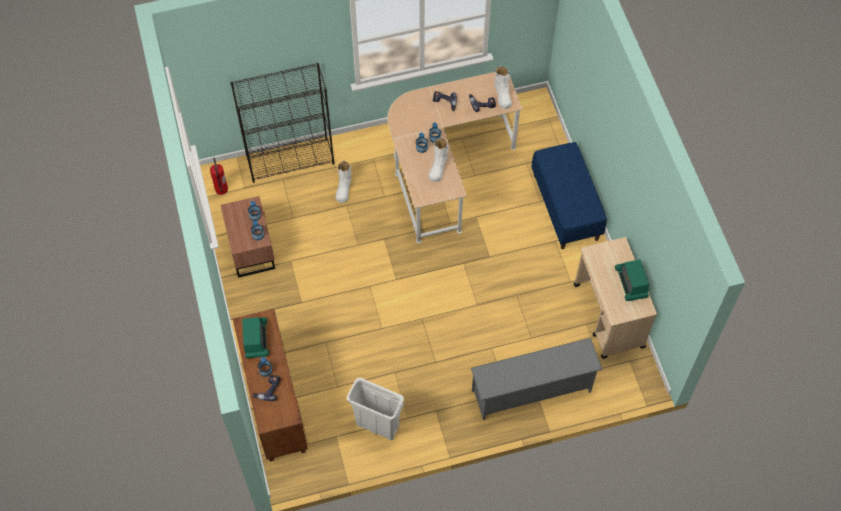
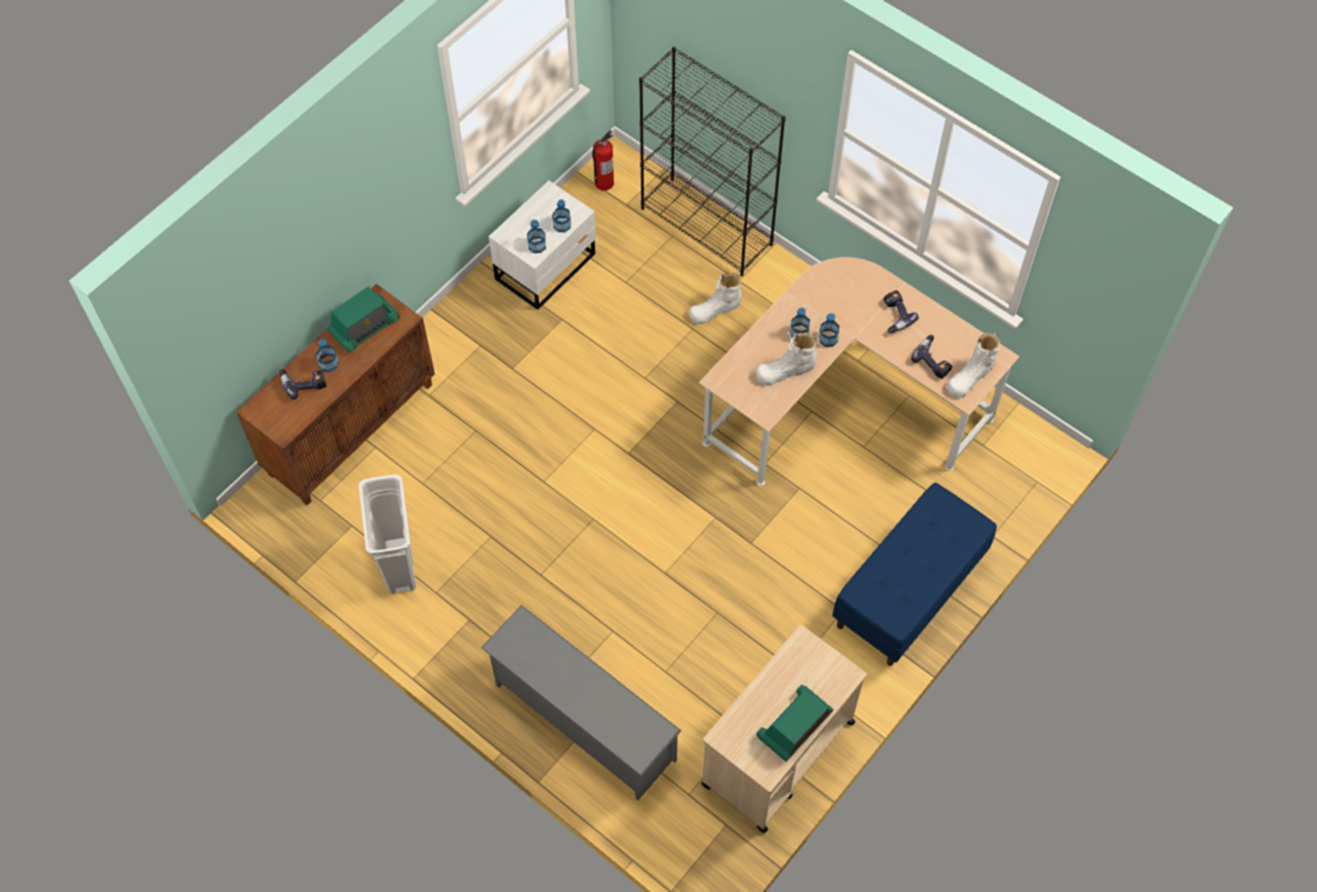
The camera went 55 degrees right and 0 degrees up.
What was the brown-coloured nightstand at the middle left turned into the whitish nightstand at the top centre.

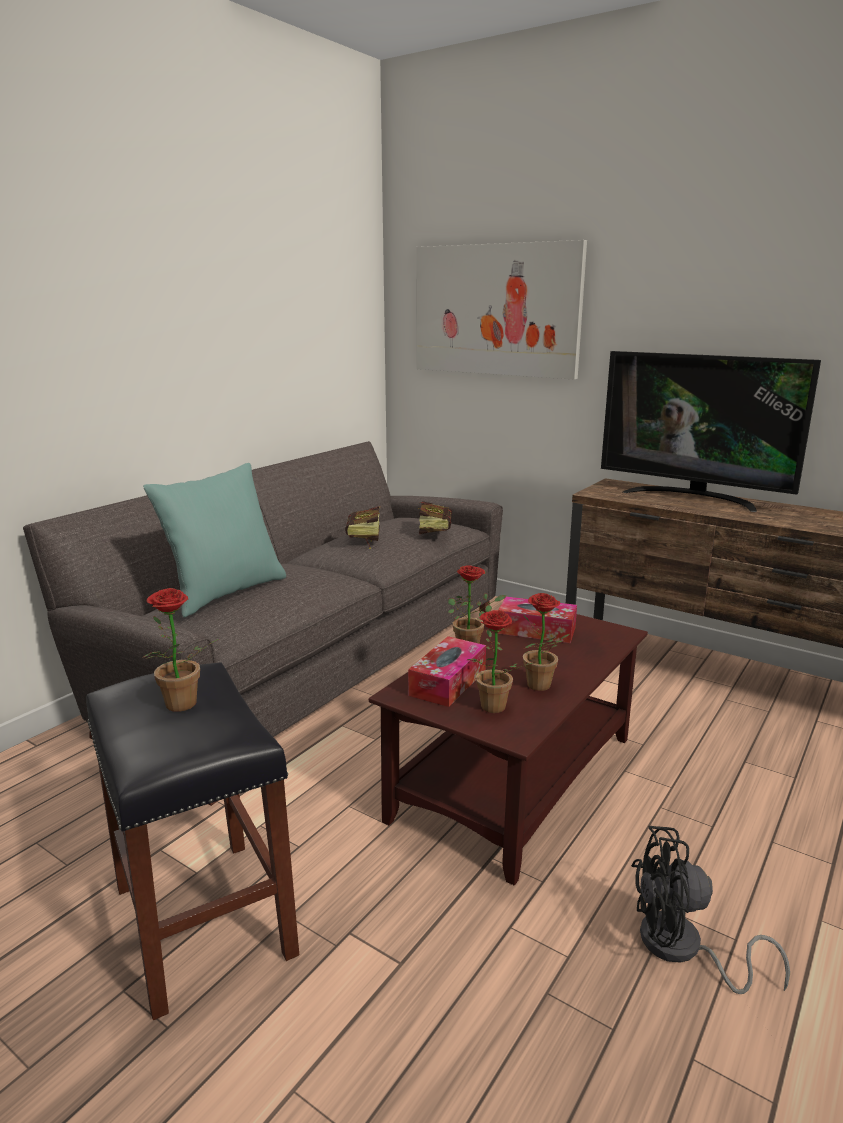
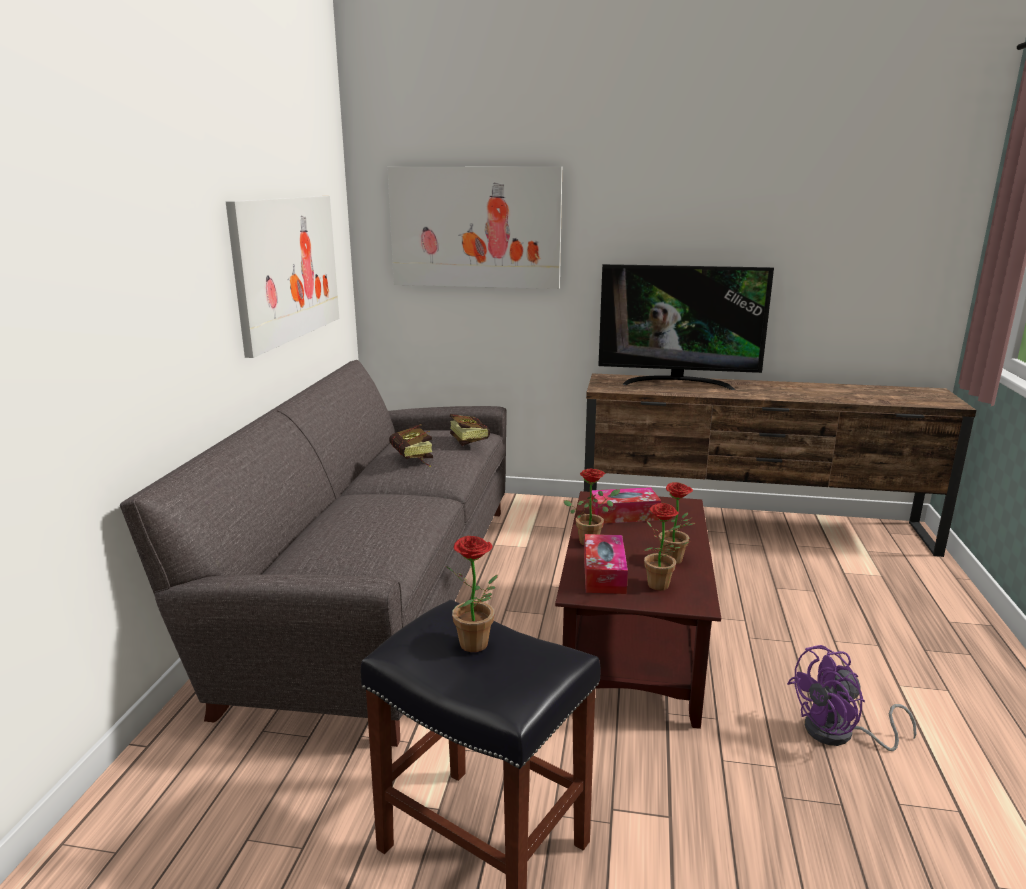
The camera went 25 degrees left and 0 degrees up.
The second view lost the turquoise cushion at the middle left.
What was the black-coloured cooling fan at the bottom right turned into the purple-coloured cooling fan at the bottom right.
The second view gained the wall picture (no. 1 from left) at the top left.

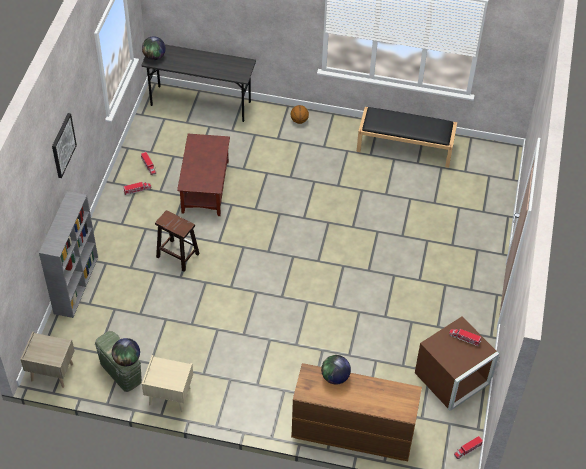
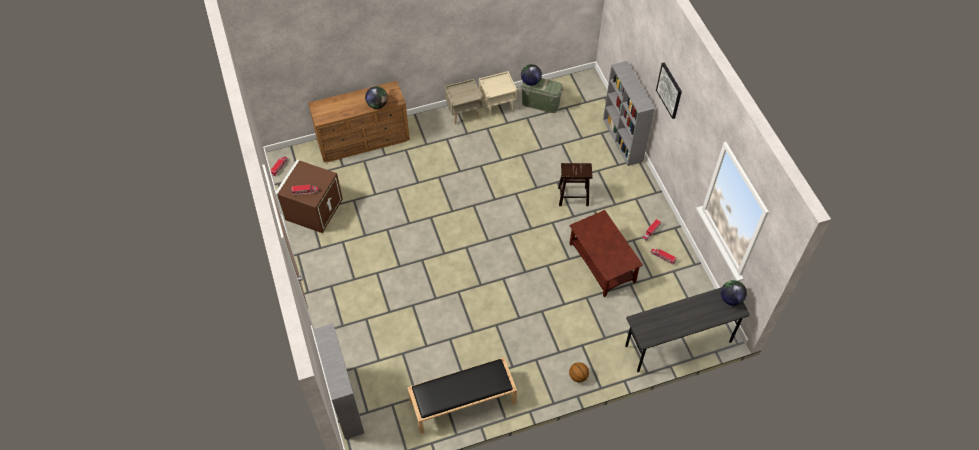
The camera went 150 degrees right and 5 degrees up.
The beige-coloured nightstand (no. 1 from left) ended up elsewhere, having gone from the bottom left to the top centre.
The second view gained the gray shelving unit (no. 1 from left) at the bottom centre.

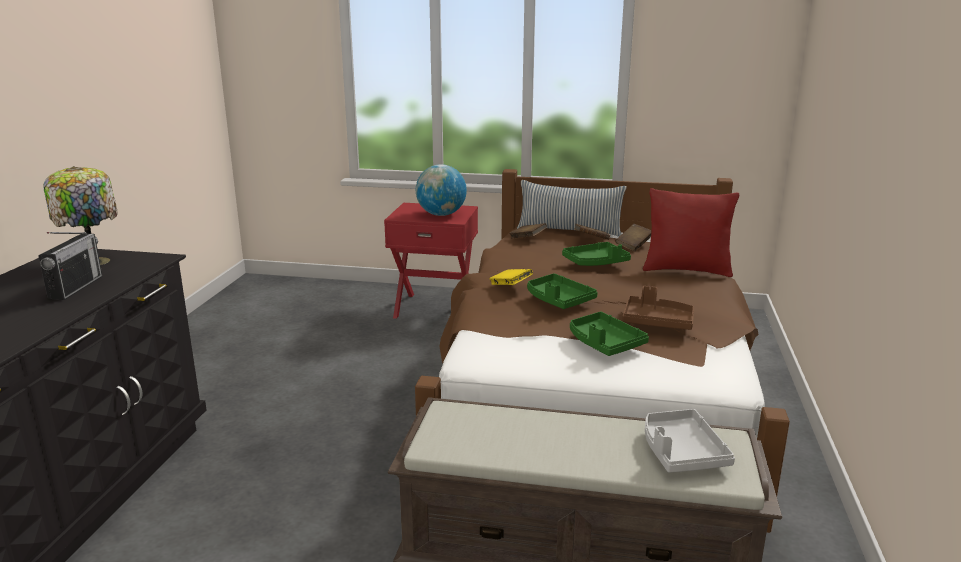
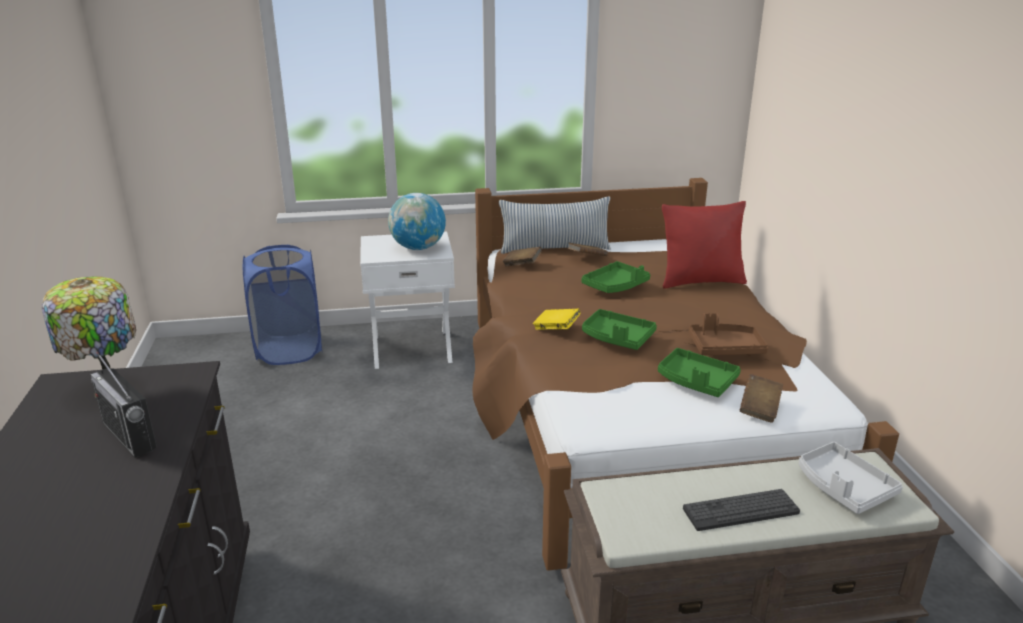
The camera went 20 degrees left and 5 degrees up.
What was the reddish nightstand at the centre turned into the whitish nightstand at the centre.
The brown-coloured book (no. 3 from left) ended up elsewhere, having gone from the centre to the middle right.
The radio set at the middle left ended up facing another way, 150 degrees clockwise from before.
The second view gained the blue-coloured washing basket at the middle left.
The second view gained the keyboard at the bottom right.

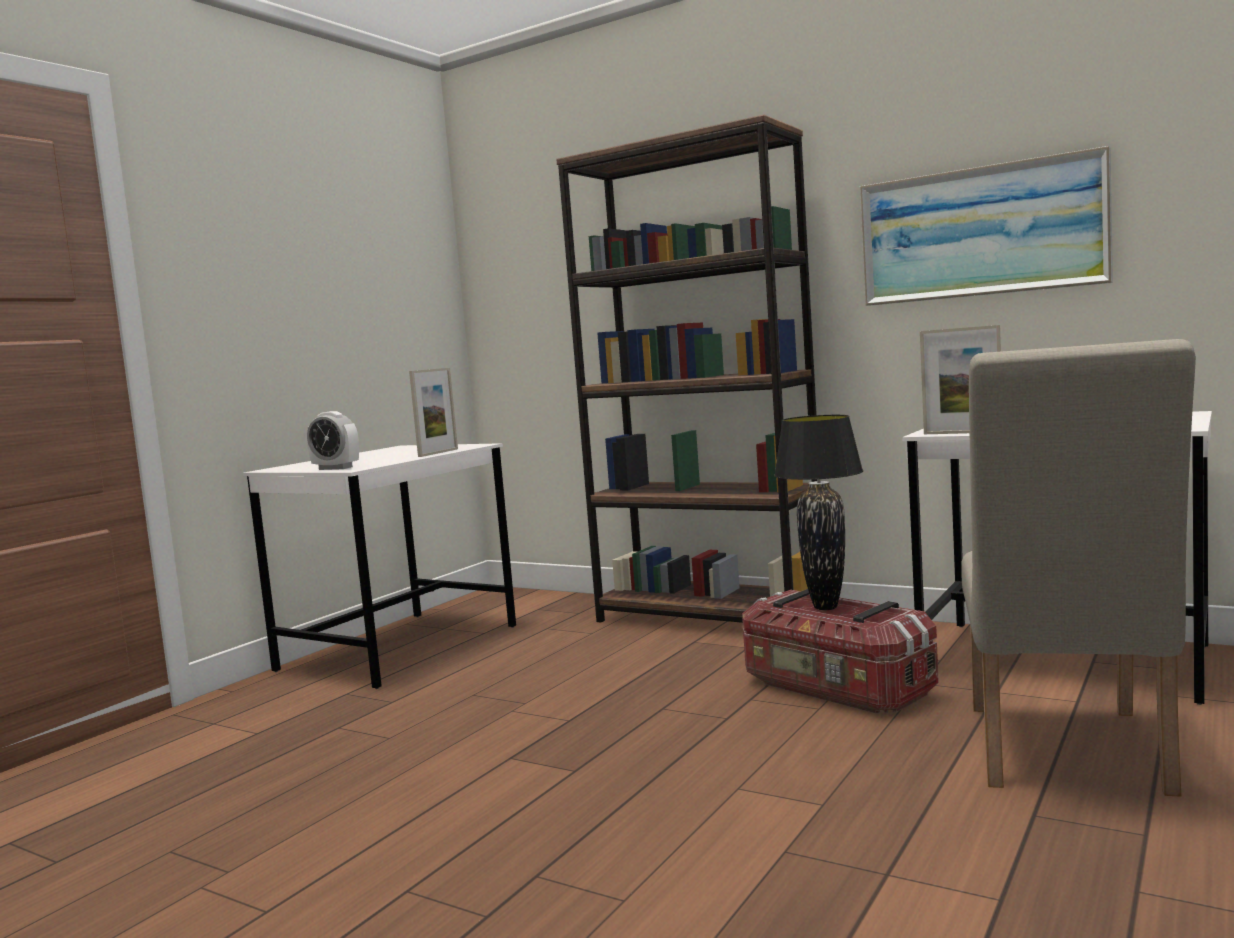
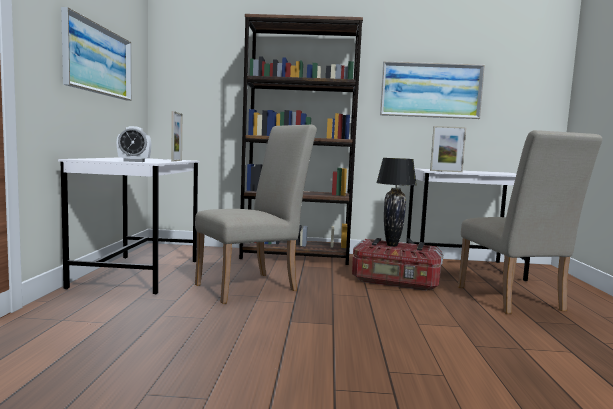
The camera went 30 degrees left and 0 degrees up.
The second view gained the wall picture (no. 1 from left) at the top left.
The second view gained the beige-coloured upright chair (no. 1 from left) at the centre.

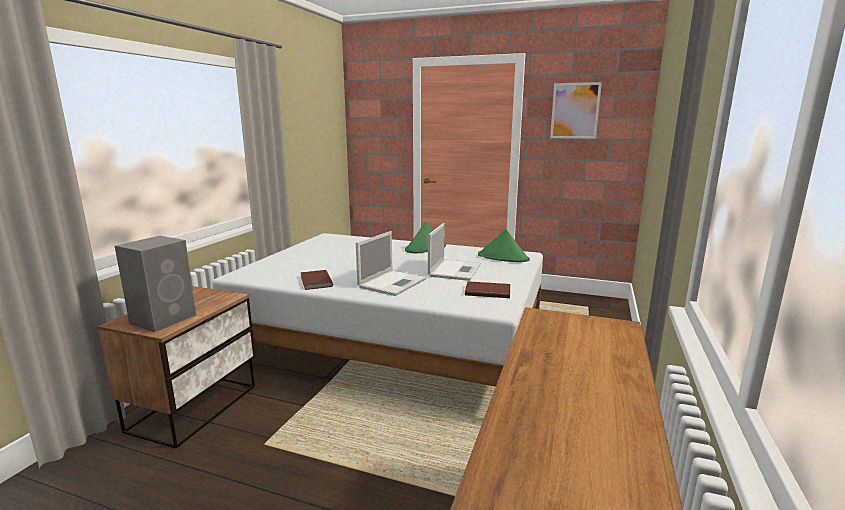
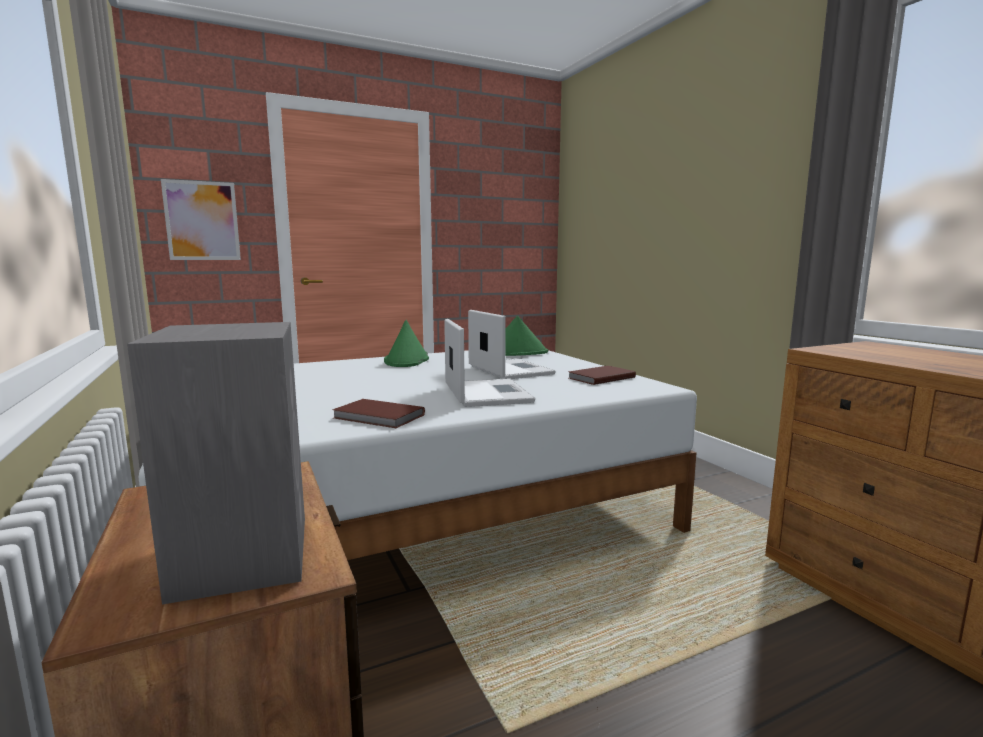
The camera went 45 degrees left and 5 degrees down.
The wall picture ended up elsewhere, having gone from the top right to the top left.

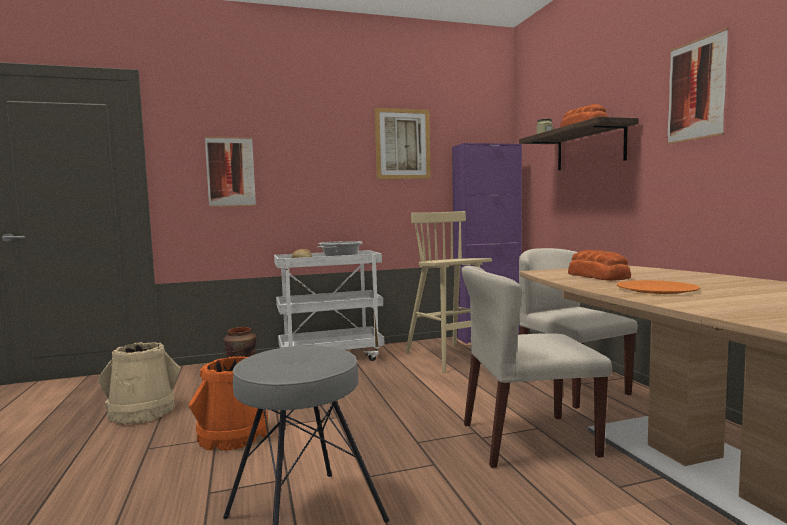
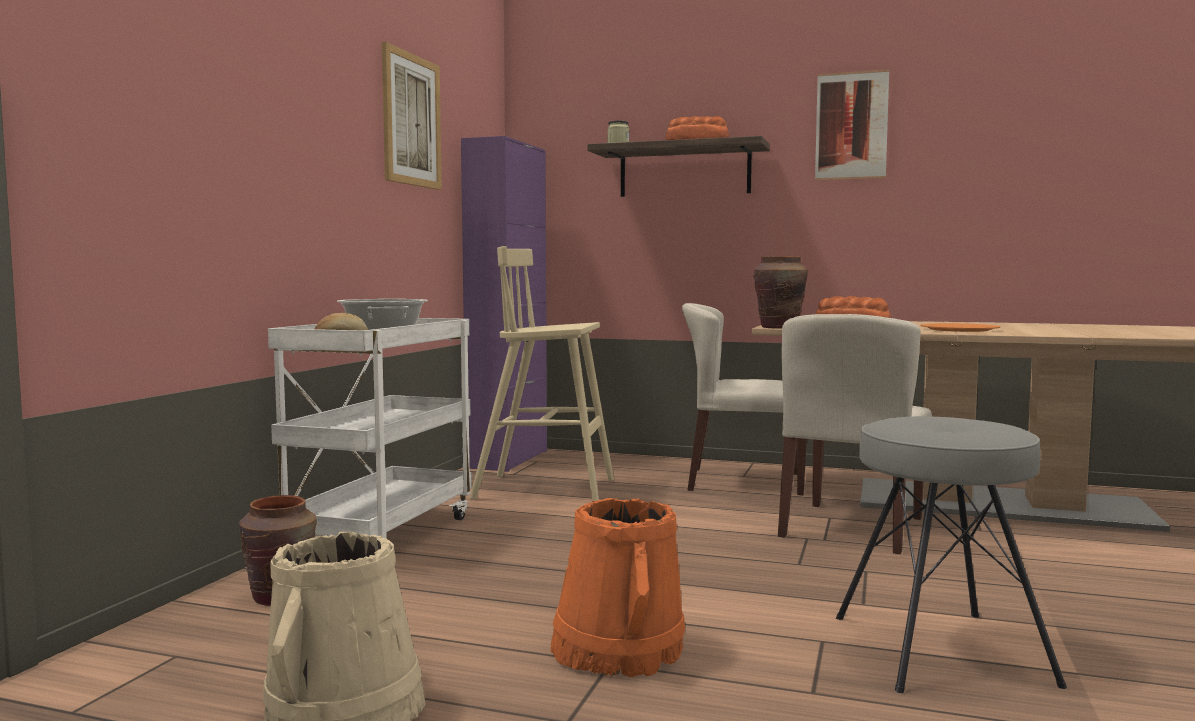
The camera went 55 degrees left and 0 degrees up.
The second view lost the wall picture (no. 1 from left) at the top left.
The second view gained the brown-coloured flower vase (no. 2 from left) at the centre.

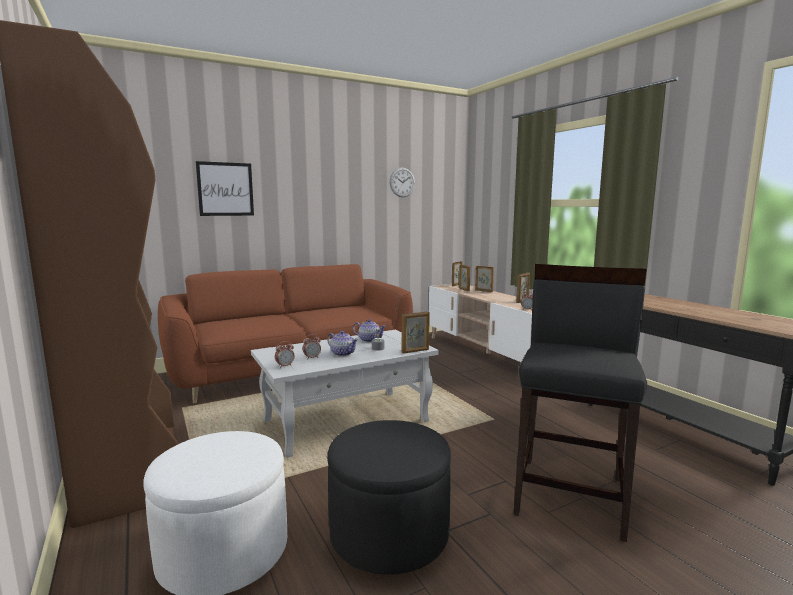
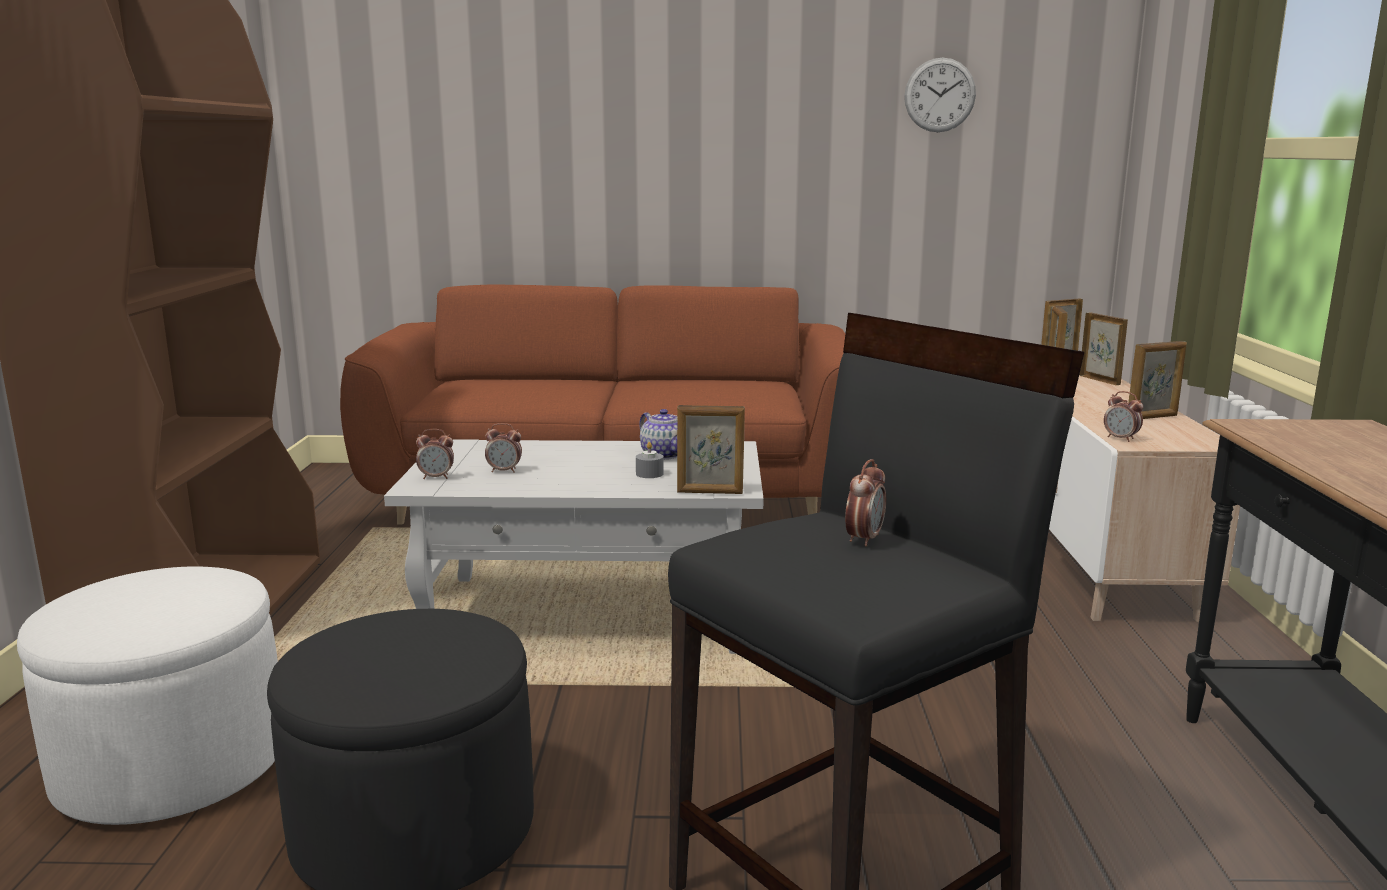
The camera went 30 degrees right and 5 degrees up.
The second view lost the wall picture at the top left.
The second view lost the pot for tea (no. 1 from left) at the centre.
The second view gained the bedside clock (no. 3 from left) at the centre.

